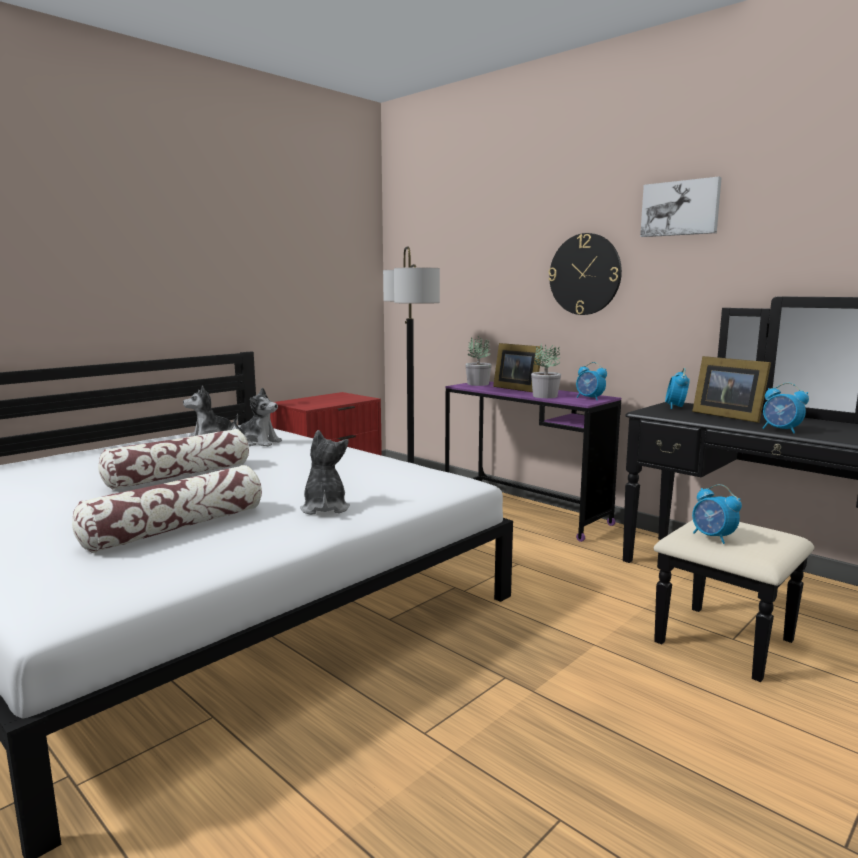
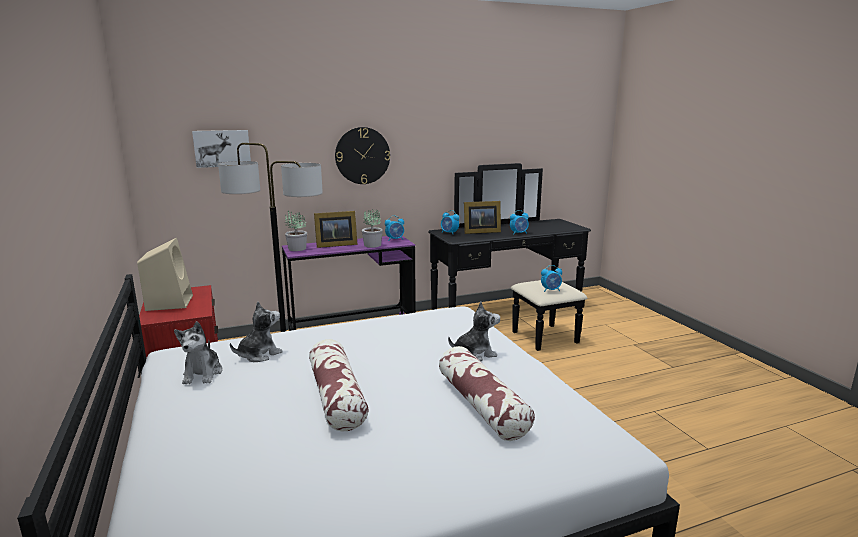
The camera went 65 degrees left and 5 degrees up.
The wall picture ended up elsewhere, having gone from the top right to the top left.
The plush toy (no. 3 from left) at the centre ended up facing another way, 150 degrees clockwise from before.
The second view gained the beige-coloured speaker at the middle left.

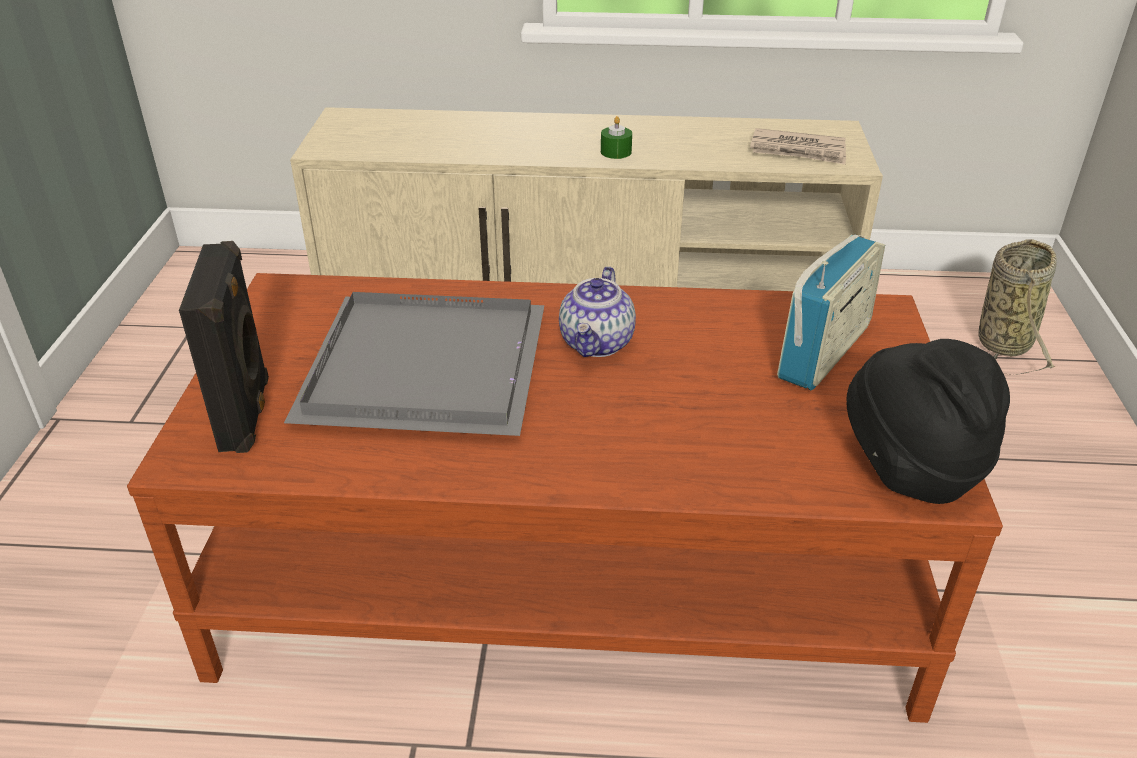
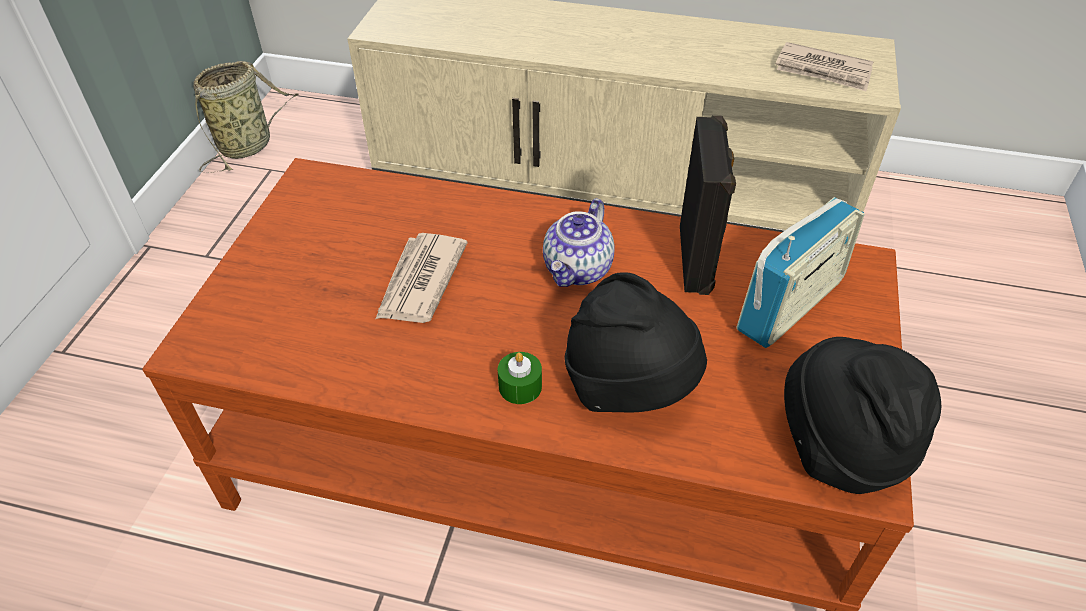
The camera went 10 degrees right and 10 degrees up.
The green-coloured wax candle ended up elsewhere, having gone from the top centre to the centre.
The storage basket ended up elsewhere, having gone from the middle right to the top left.
The black-coloured speaker ended up elsewhere, having gone from the middle left to the centre.
Where the gray serving tray stood at the centre, the printed paper (no. 1 from left) came to stand at the centre.
The second view gained the black-coloured clothing hat (no. 1 from left) at the centre.

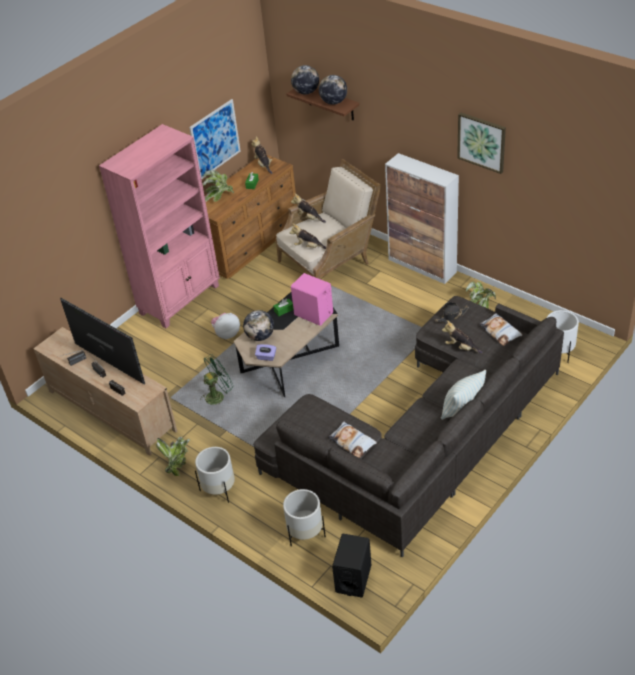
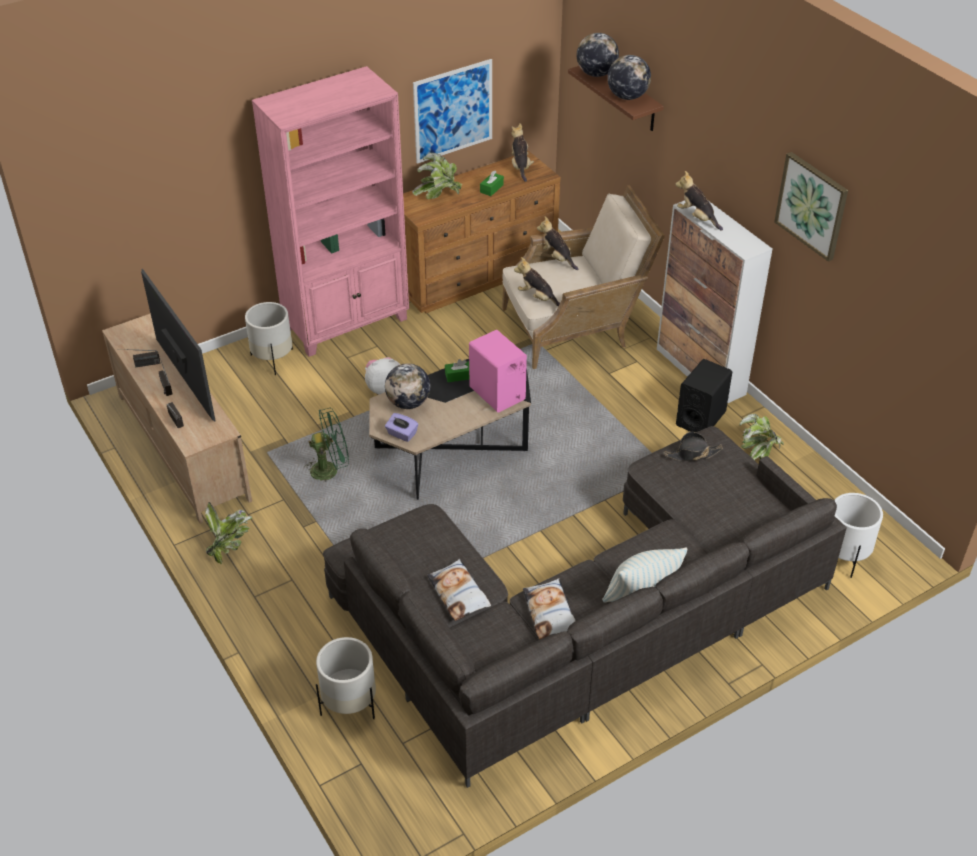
The camera went 15 degrees right and 0 degrees up.
The cushion (no. 3 from left in the first image) ended up elsewhere, having gone from the middle right to the bottom centre.
The plush toy (no. 5 from left) ended up elsewhere, having gone from the middle right to the top right.
The whitish flower pot (no. 1 from left) ended up elsewhere, having gone from the bottom centre to the middle left.
The black-coloured speaker ended up elsewhere, having gone from the bottom centre to the middle right.

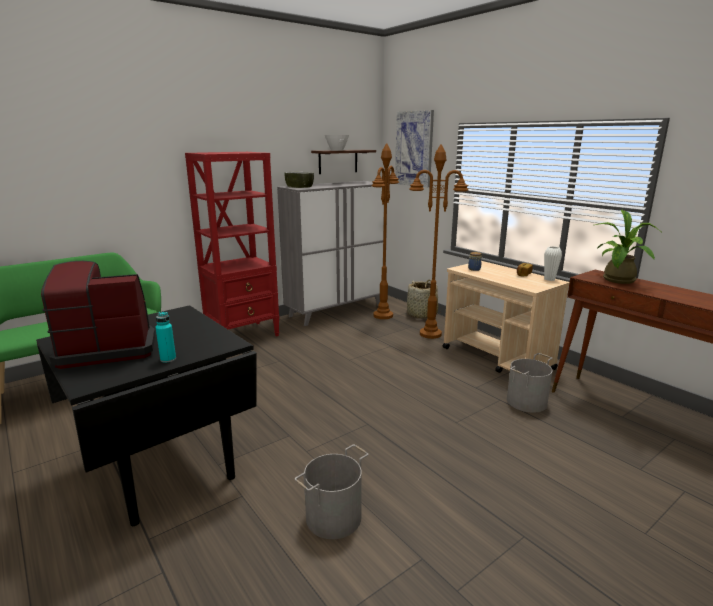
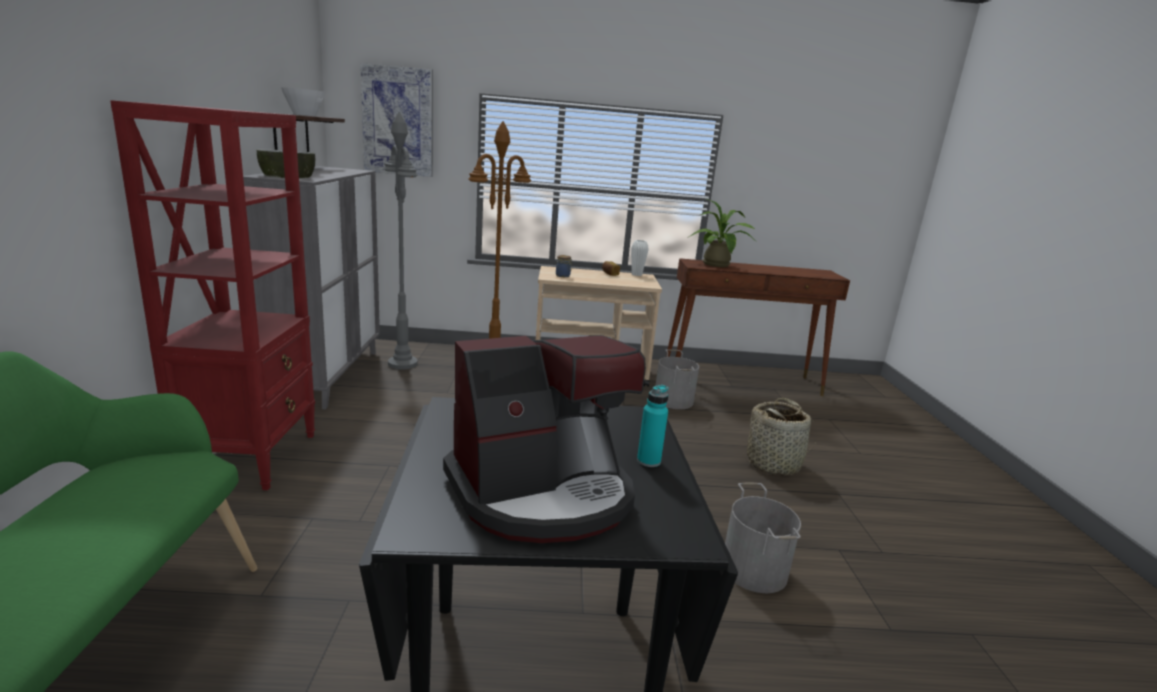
The camera went 55 degrees left and 0 degrees up.
What was the brown-coloured floor lamp (no. 1 from left) at the centre turned into the gray floor lamp at the centre.
The coffee machine at the middle left ended up facing another way, 135 degrees counterclockwise from before.
The storage basket ended up elsewhere, having gone from the centre to the middle right.

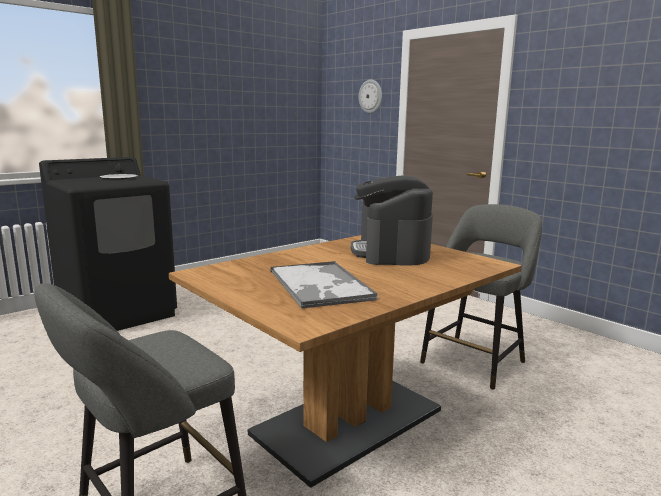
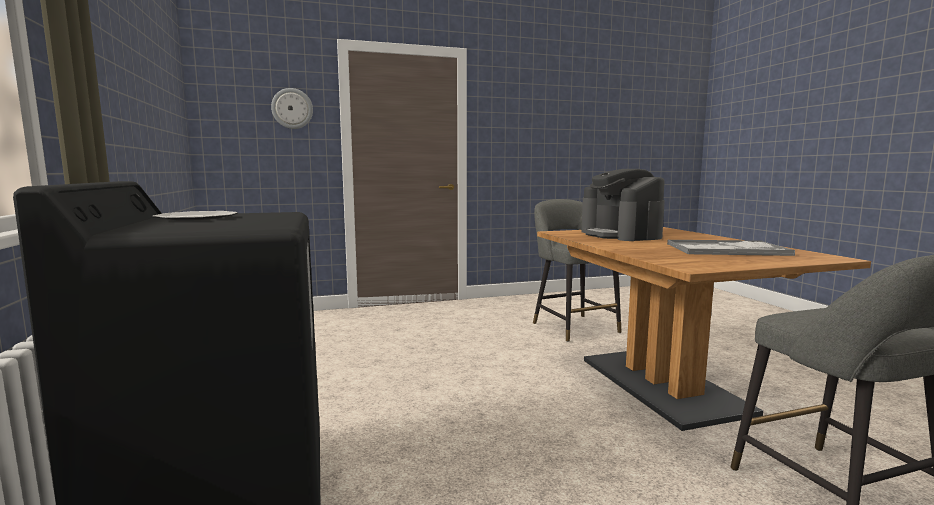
The camera went 65 degrees left and 5 degrees down.
The coffee machine at the centre ended up facing another way, 45 degrees clockwise from before.

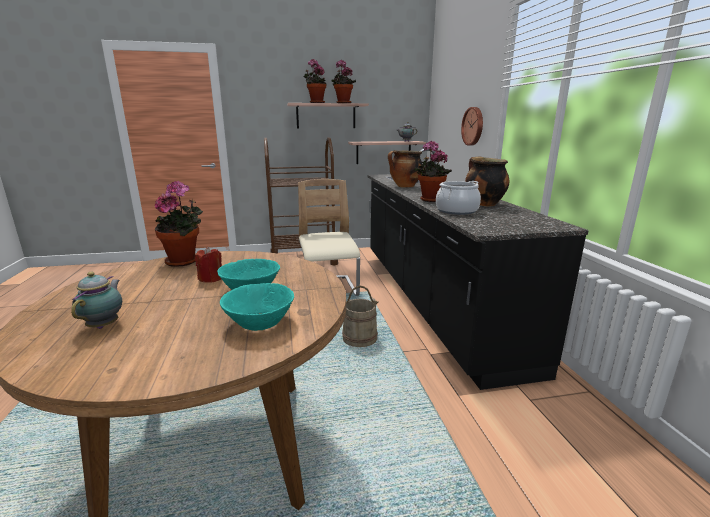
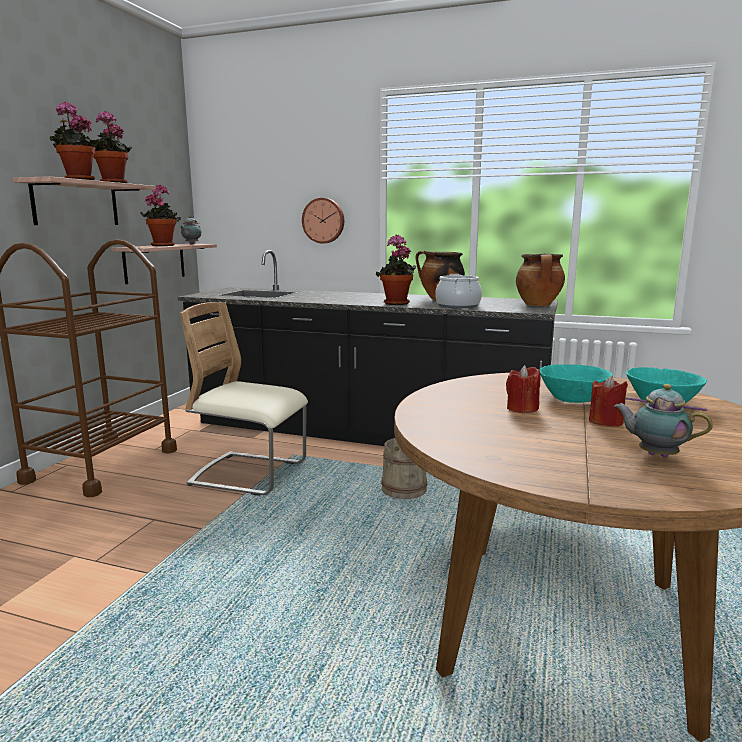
The camera went 60 degrees left and 5 degrees down.
The saucepot (no. 1 from left in the first image) ended up elsewhere, having gone from the top centre to the middle right.
The houseplant (no. 1 from left in the first image) ended up elsewhere, having gone from the middle left to the top left.
The second view gained the reddish wax candle (no. 2 from left) at the middle right.

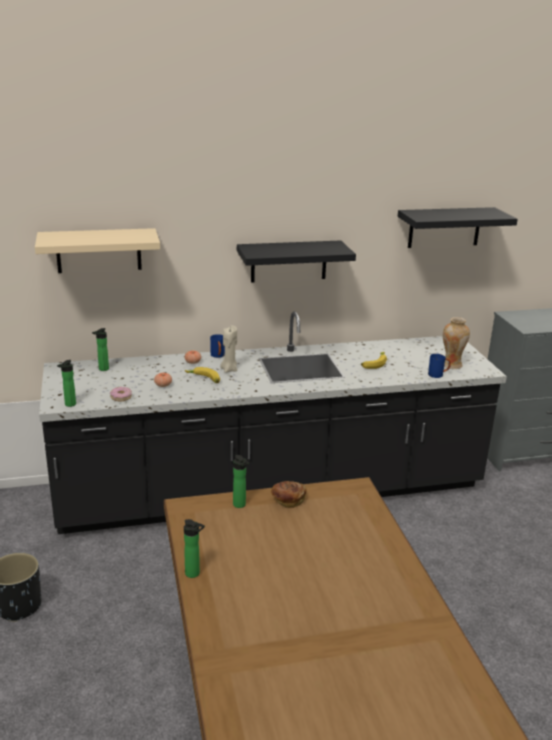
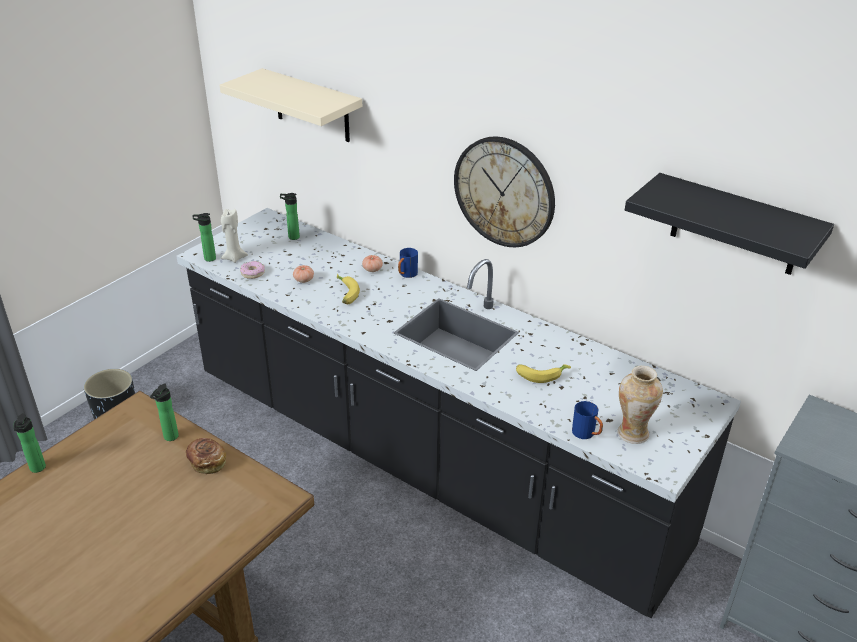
The camera went 50 degrees right and 10 degrees up.
Where the black-coloured shelf (no. 1 from left) hung at the centre, the wall clock came to hang at the top centre.
The beige-coloured wax candle ended up elsewhere, having gone from the centre to the middle left.

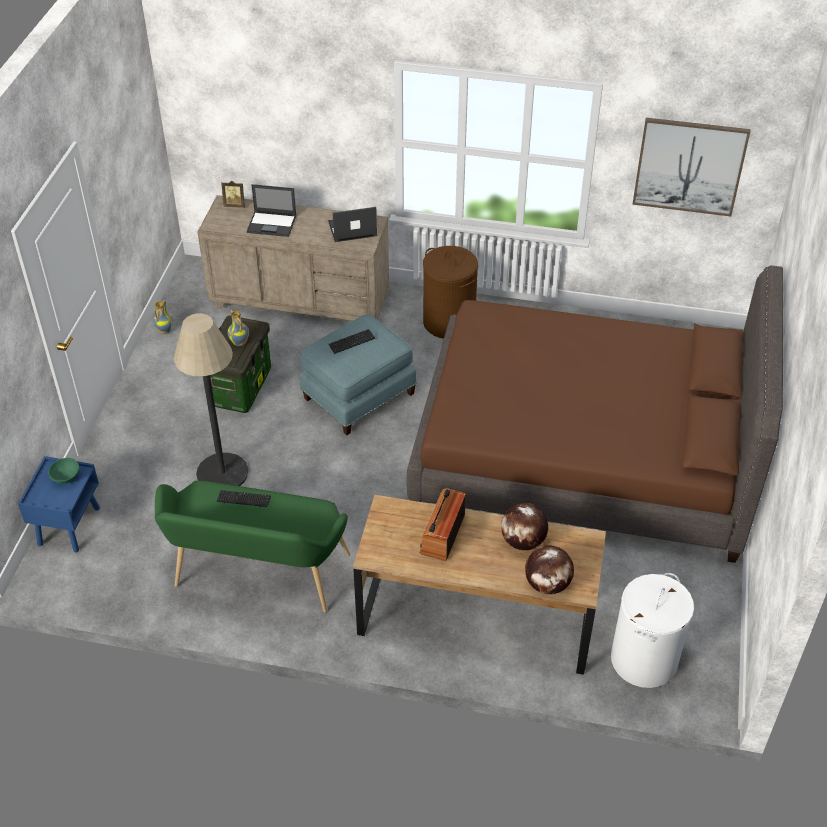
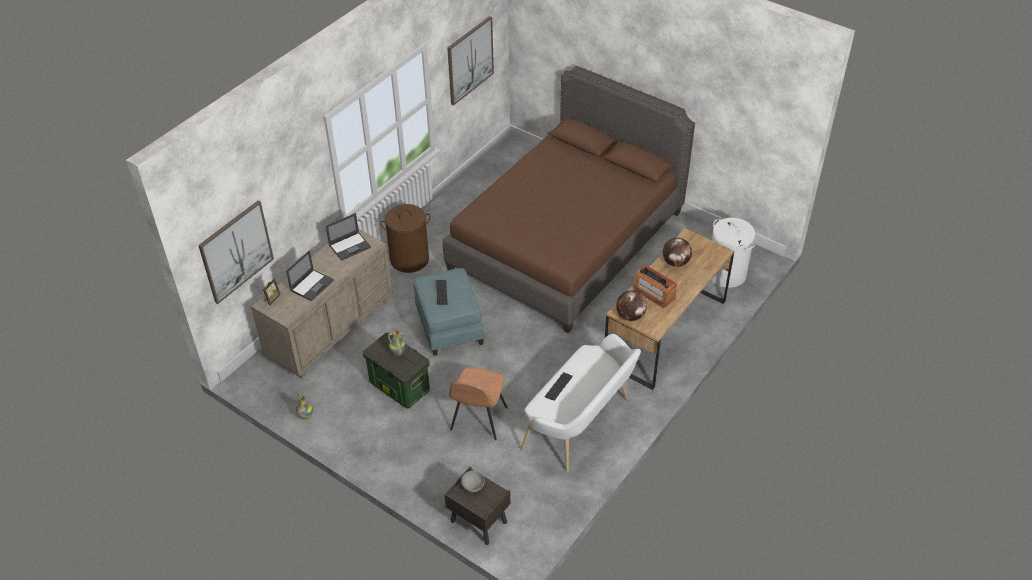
The camera went 65 degrees left and 0 degrees up.
The laptop (no. 2 from left) at the top centre ended up facing another way, 135 degrees counterclockwise from before.
Where the floor lamp stood at the middle left, the brown-coloured upright chair came to stand at the bottom centre.
What was the blue-coloured nightstand at the middle left turned into the brown-coloured nightstand at the bottom centre.
What was the green-coloured serving bowl at the middle left turned into the gray serving bowl at the bottom centre.
What was the green-coloured bench at the middle left turned into the whitish bench at the bottom centre.
The globe (no. 2 from left in the first image) ended up elsewhere, having gone from the bottom centre to the centre.
The second view gained the wall picture (no. 1 from left) at the middle left.

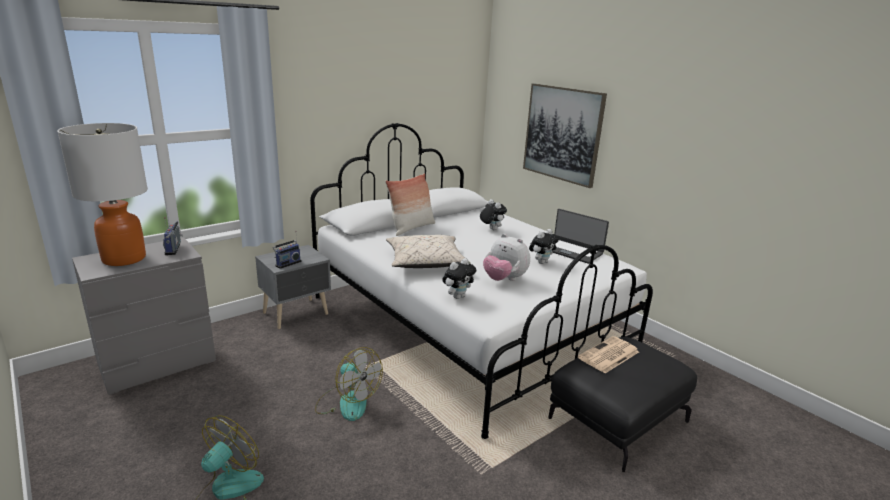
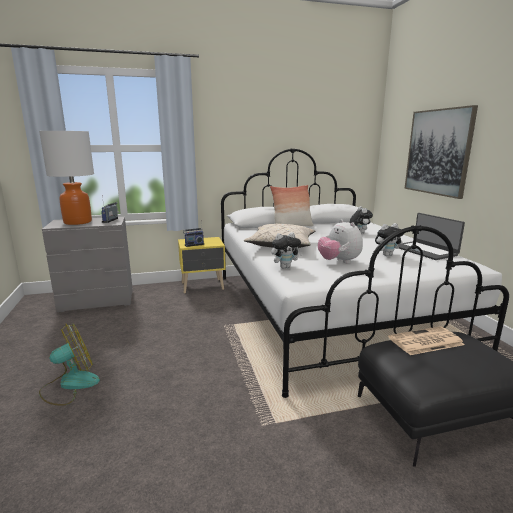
The camera went 25 degrees right and 5 degrees down.
What was the gray nightstand at the middle left turned into the yellow-coloured nightstand at the centre.
The second view lost the cooling fan (no. 2 from left) at the bottom centre.

